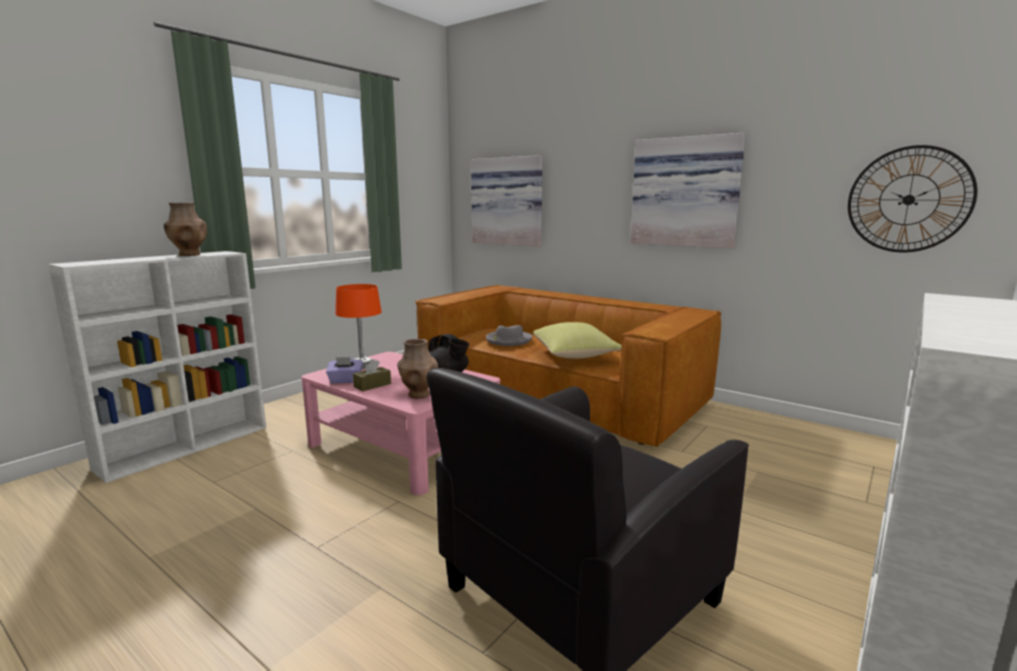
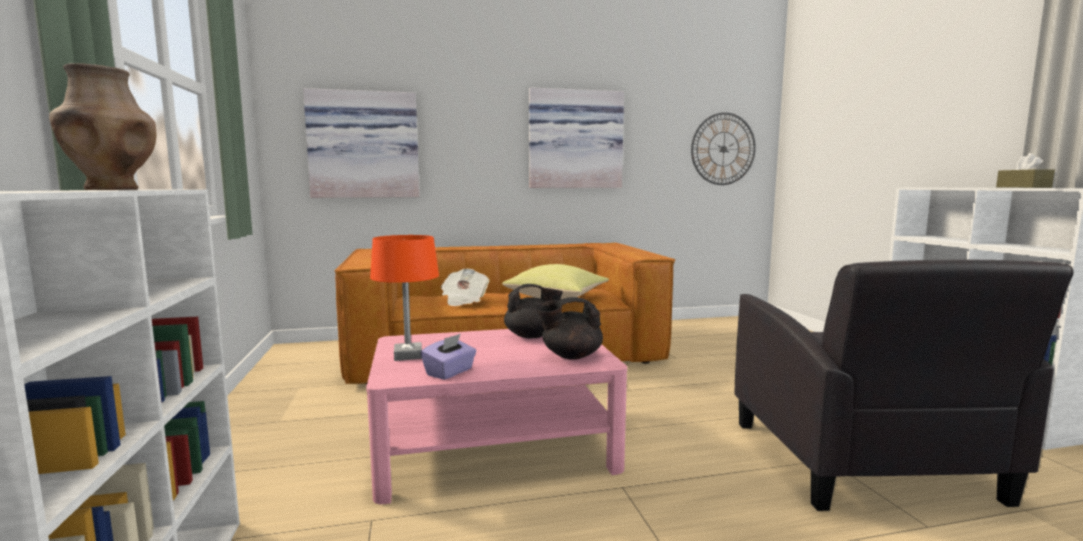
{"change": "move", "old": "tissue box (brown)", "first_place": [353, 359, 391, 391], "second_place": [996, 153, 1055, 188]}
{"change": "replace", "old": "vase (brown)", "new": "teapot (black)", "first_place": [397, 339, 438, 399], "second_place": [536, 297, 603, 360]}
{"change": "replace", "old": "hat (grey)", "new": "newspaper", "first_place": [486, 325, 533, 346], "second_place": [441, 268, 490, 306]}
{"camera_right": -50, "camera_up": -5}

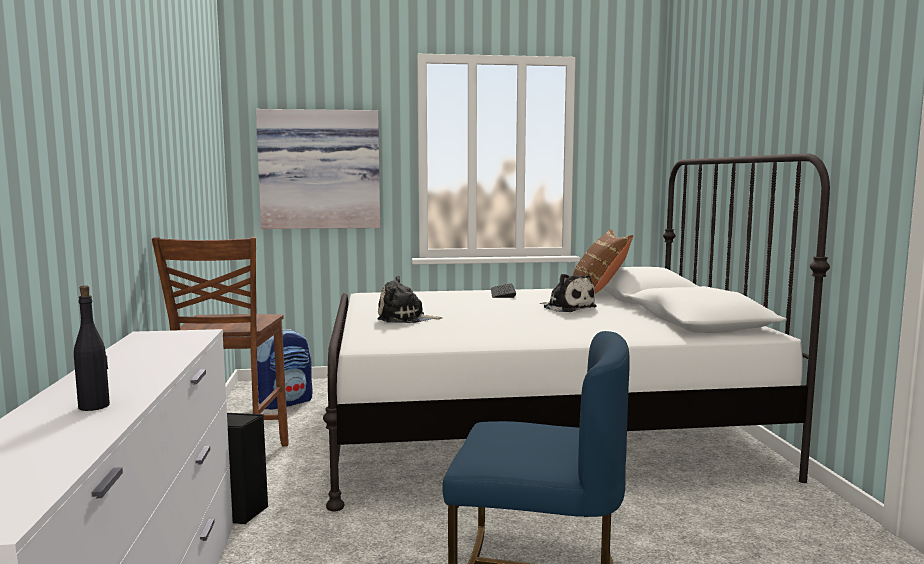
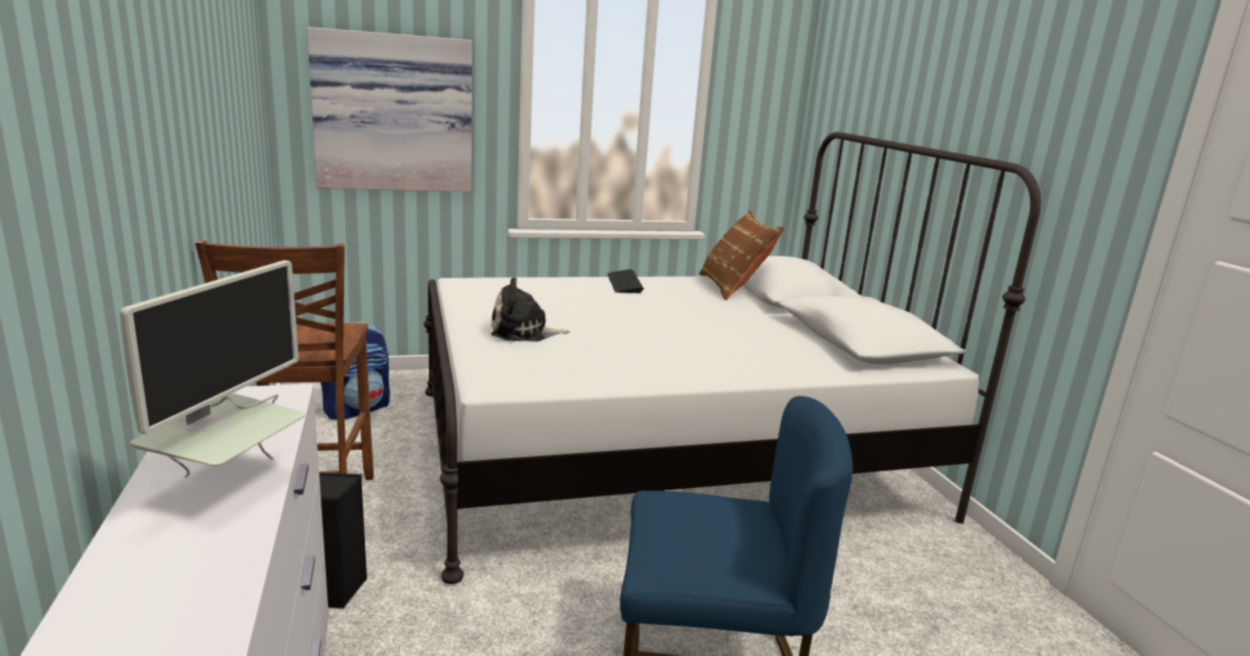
{"change": "delete", "old": "bottle (black)", "first_place": [74, 285, 110, 411]}
{"change": "delete", "old": "plush toy", "first_place": [540, 273, 597, 312]}
{"change": "insert", "new": "monitor", "second_place": [120, 260, 306, 477]}
{"camera_right": -10, "camera_up": 10}

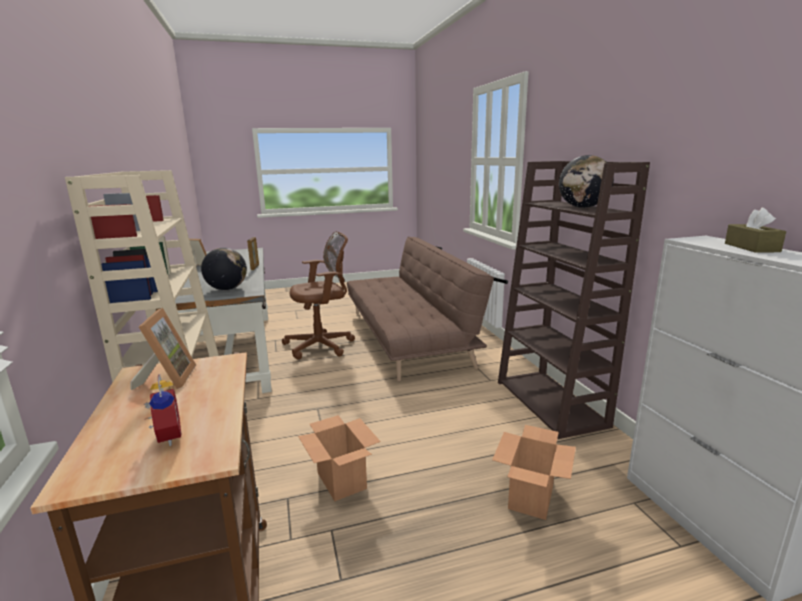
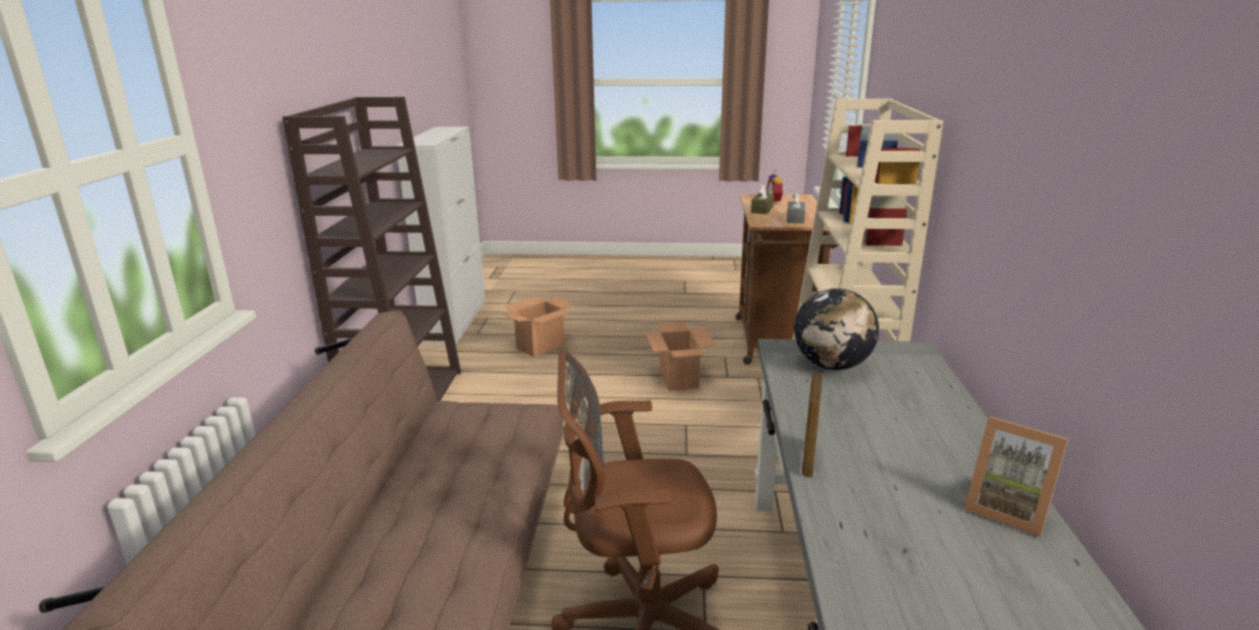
{"change": "delete", "old": "globe", "first_place": [559, 155, 614, 208]}
{"change": "move", "old": "tissue box (brown)", "first_place": [725, 207, 786, 253], "second_place": [751, 184, 774, 214]}
{"change": "replace", "old": "picture frame", "new": "tissue box (grey)", "first_place": [130, 308, 196, 390], "second_place": [787, 192, 805, 224]}
{"camera_right": -160, "camera_up": 5}

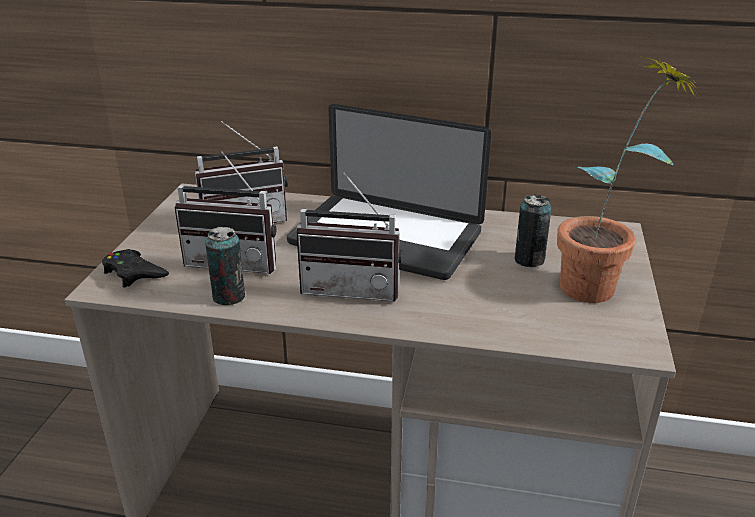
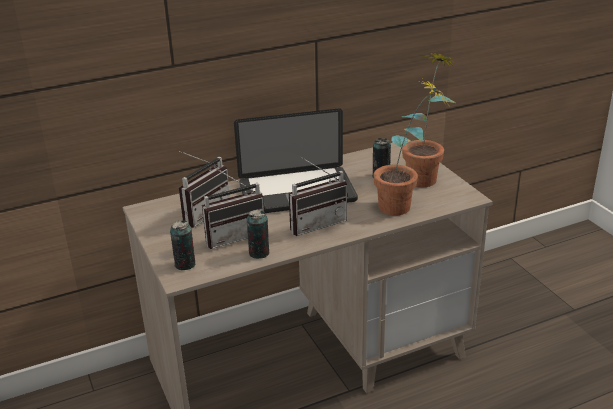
{"change": "insert", "new": "potted plant", "second_place": [373, 77, 448, 216]}
{"change": "replace", "old": "game controller (black)", "new": "can", "first_place": [102, 249, 169, 287], "second_place": [170, 220, 195, 270]}
{"camera_right": -35, "camera_up": 0}

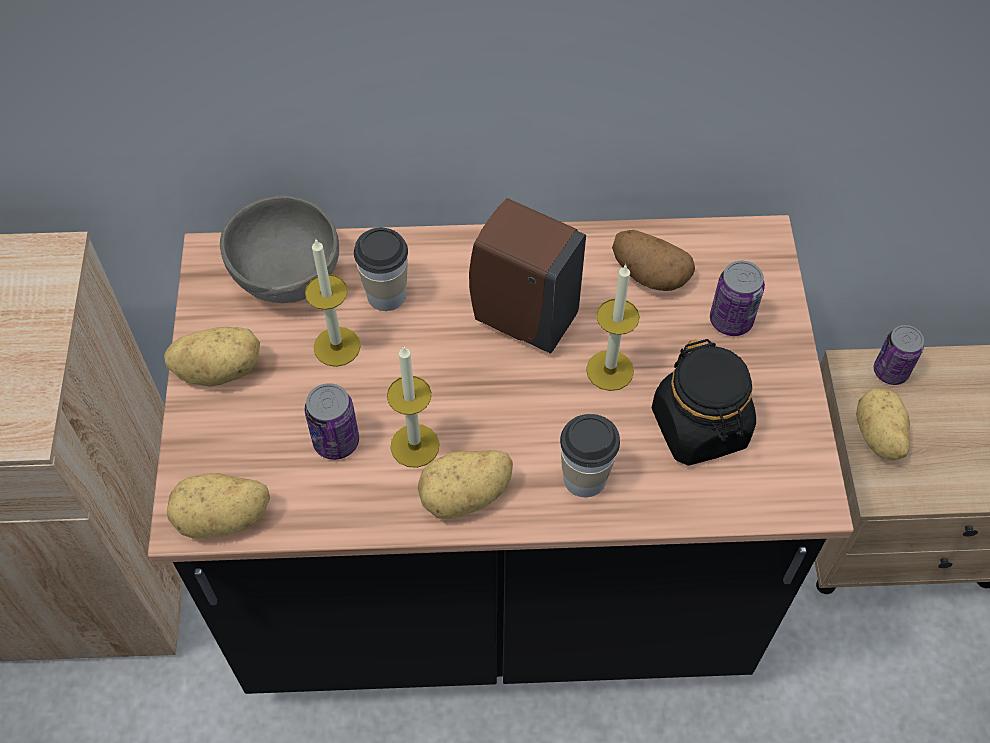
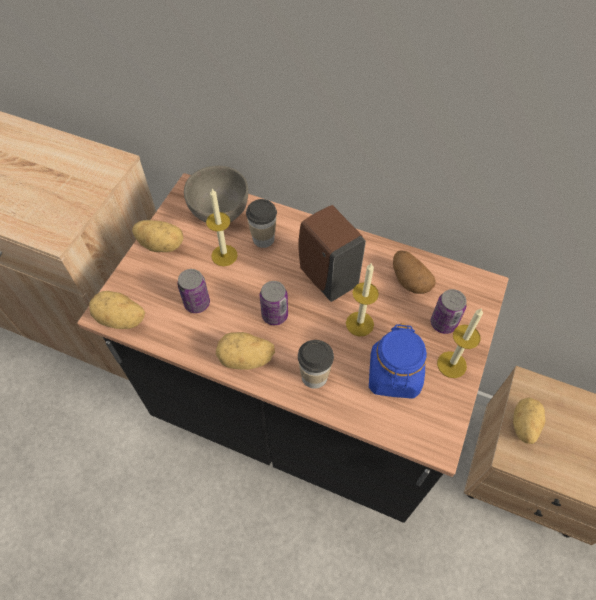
{"change": "move", "old": "candle", "first_place": [387, 346, 440, 468], "second_place": [437, 308, 483, 378]}
{"change": "move", "old": "can", "first_place": [874, 325, 924, 385], "second_place": [260, 281, 288, 325]}
{"change": "recolor", "old": "jar (black)", "new": "jar (blue)", "first_place": [652, 339, 756, 466], "second_place": [369, 323, 427, 399]}
{"camera_right": 25, "camera_up": 0}

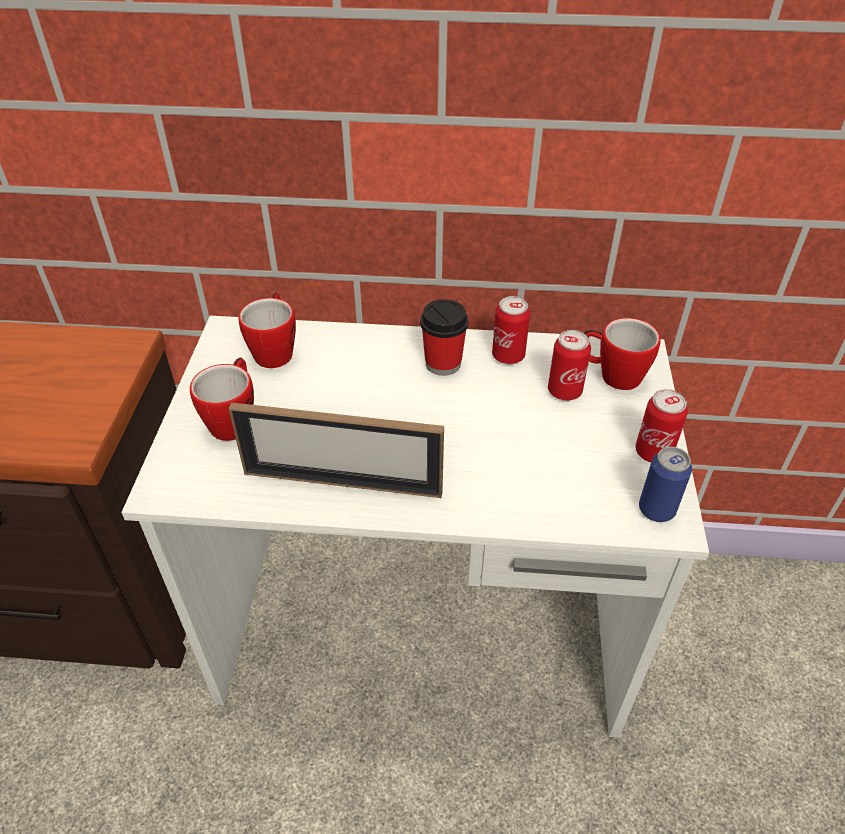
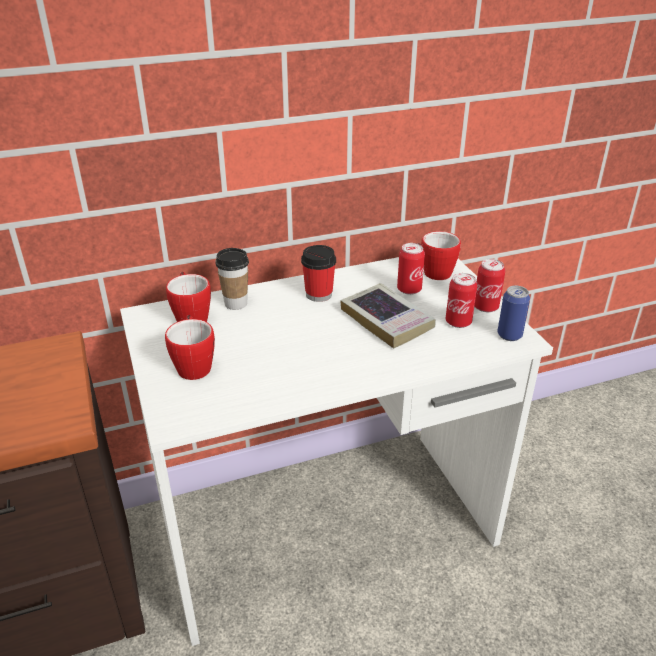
{"change": "delete", "old": "picture frame", "first_place": [228, 402, 444, 498]}
{"change": "insert", "new": "cup", "second_place": [216, 248, 249, 310]}
{"change": "insert", "new": "book", "second_place": [340, 283, 436, 349]}
{"change": "move", "old": "can", "first_place": [492, 296, 530, 364], "second_place": [445, 273, 477, 328]}
{"camera_right": -25, "camera_up": -10}

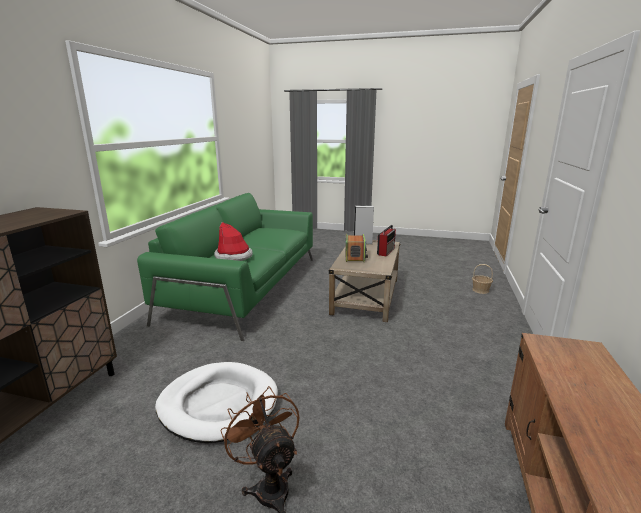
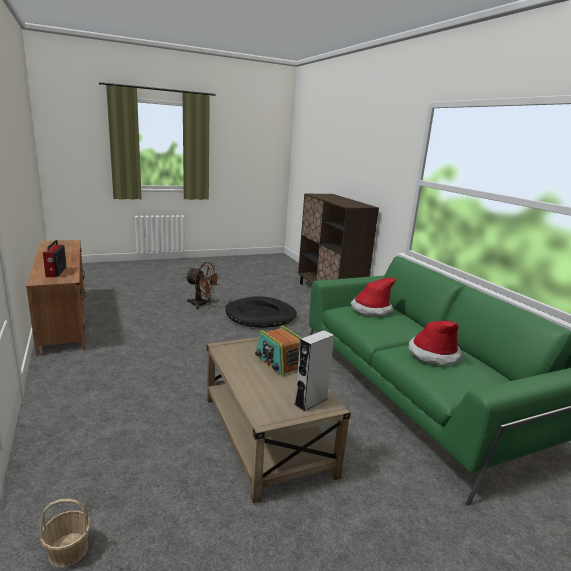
{"change": "insert", "new": "hat", "second_place": [408, 321, 461, 365]}
{"change": "move", "old": "radio", "first_place": [377, 225, 396, 256], "second_place": [43, 240, 67, 277]}
{"change": "recolor", "old": "dog bed (white)", "new": "dog bed (black)", "first_place": [155, 362, 278, 443], "second_place": [225, 296, 297, 328]}
{"camera_right": 140, "camera_up": 0}

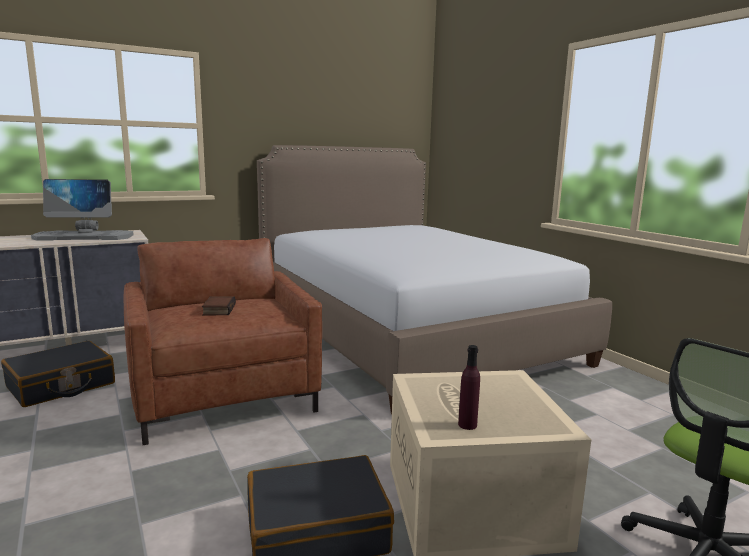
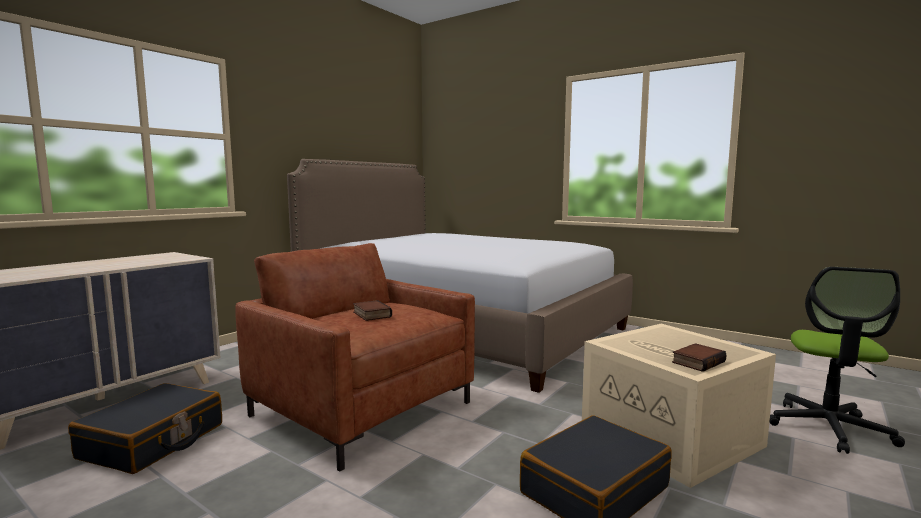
{"change": "delete", "old": "monitor", "first_place": [31, 179, 134, 241]}
{"change": "replace", "old": "bottle (purple)", "new": "book", "first_place": [458, 345, 480, 430], "second_place": [672, 343, 726, 372]}
{"camera_right": -25, "camera_up": -5}

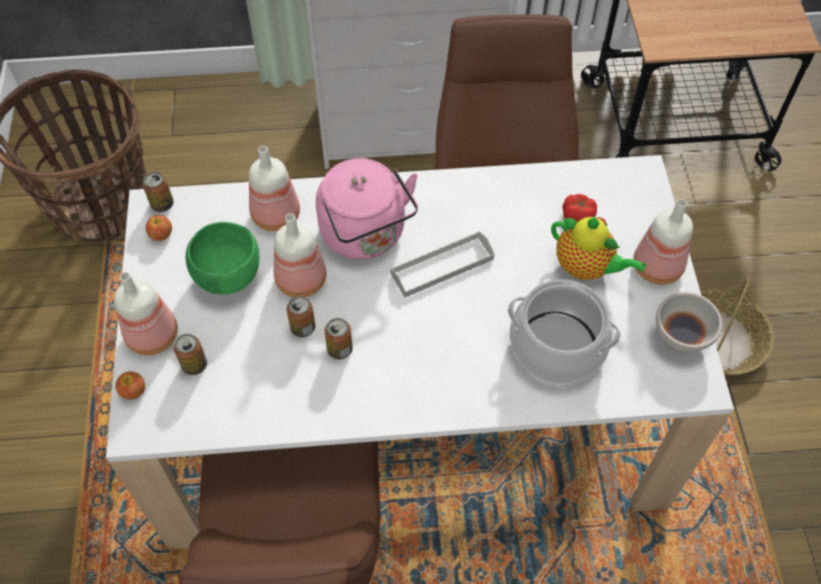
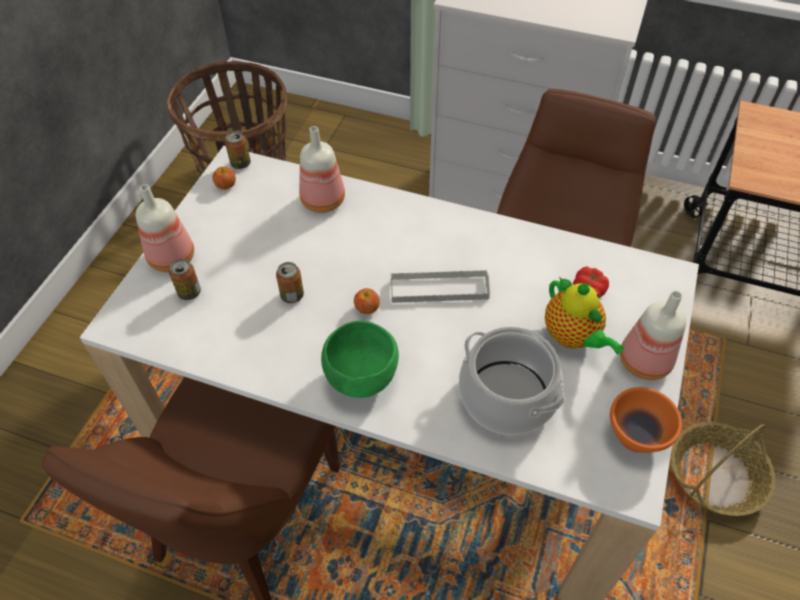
{"change": "delete", "old": "bottle", "first_place": [274, 213, 327, 297]}
{"change": "delete", "old": "kettle (pink)", "first_place": [316, 158, 418, 259]}
{"change": "delete", "old": "can", "first_place": [324, 318, 353, 359]}
{"change": "move", "old": "apple", "first_place": [115, 371, 145, 400], "second_place": [354, 288, 380, 314]}
{"change": "move", "old": "bowl (green)", "first_place": [186, 222, 259, 294], "second_place": [321, 321, 399, 398]}
{"change": "recolor", "old": "bowl (white)", "new": "bowl (orange)", "first_place": [656, 292, 722, 353], "second_place": [610, 387, 682, 453]}
{"camera_right": 25, "camera_up": -5}

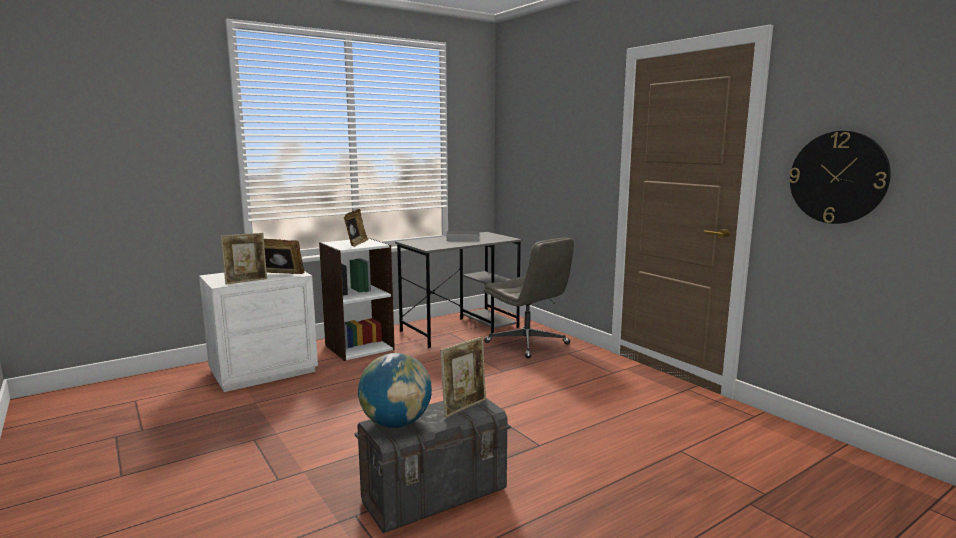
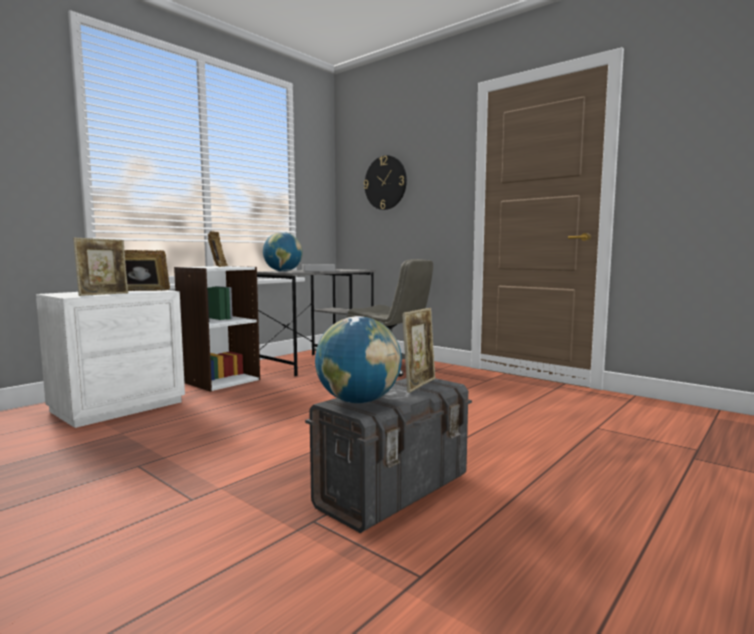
{"change": "insert", "new": "globe", "second_place": [263, 232, 303, 272]}
{"change": "move", "old": "wall clock", "first_place": [789, 131, 891, 224], "second_place": [364, 155, 407, 210]}
{"camera_right": -15, "camera_up": -5}

